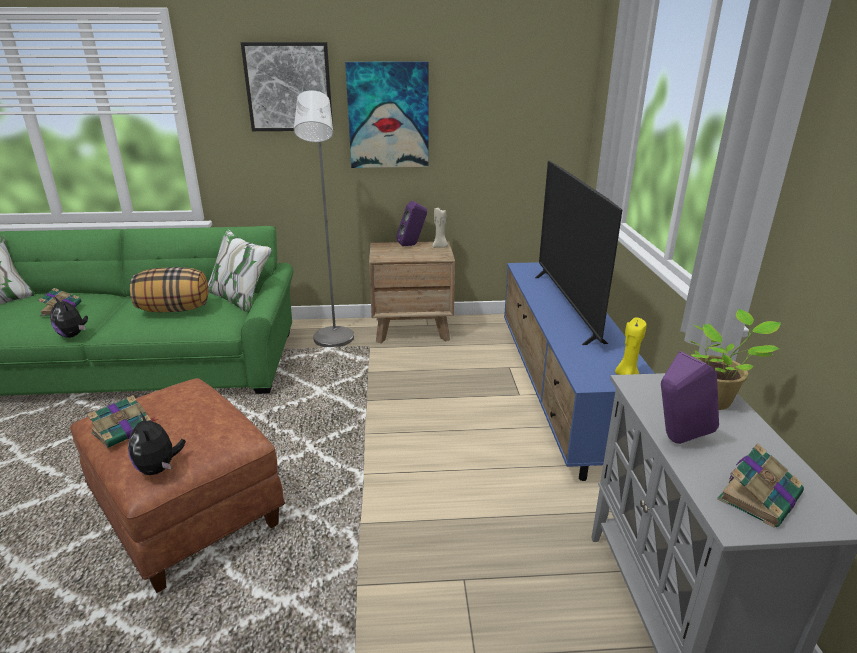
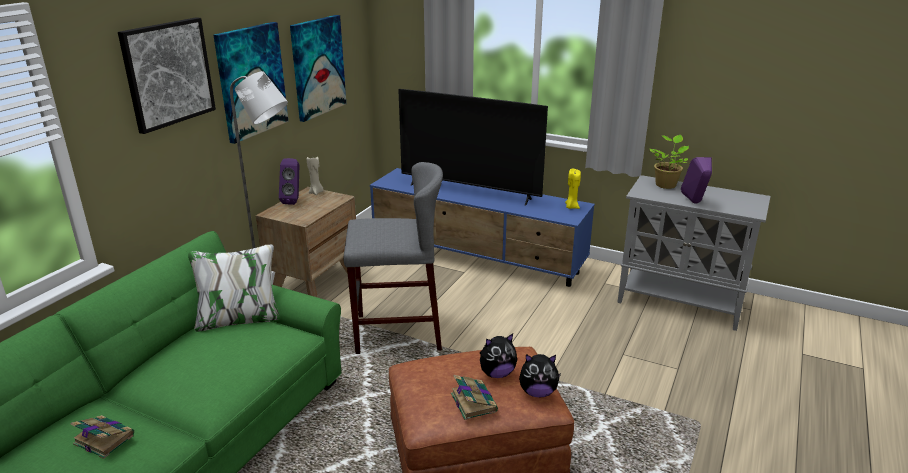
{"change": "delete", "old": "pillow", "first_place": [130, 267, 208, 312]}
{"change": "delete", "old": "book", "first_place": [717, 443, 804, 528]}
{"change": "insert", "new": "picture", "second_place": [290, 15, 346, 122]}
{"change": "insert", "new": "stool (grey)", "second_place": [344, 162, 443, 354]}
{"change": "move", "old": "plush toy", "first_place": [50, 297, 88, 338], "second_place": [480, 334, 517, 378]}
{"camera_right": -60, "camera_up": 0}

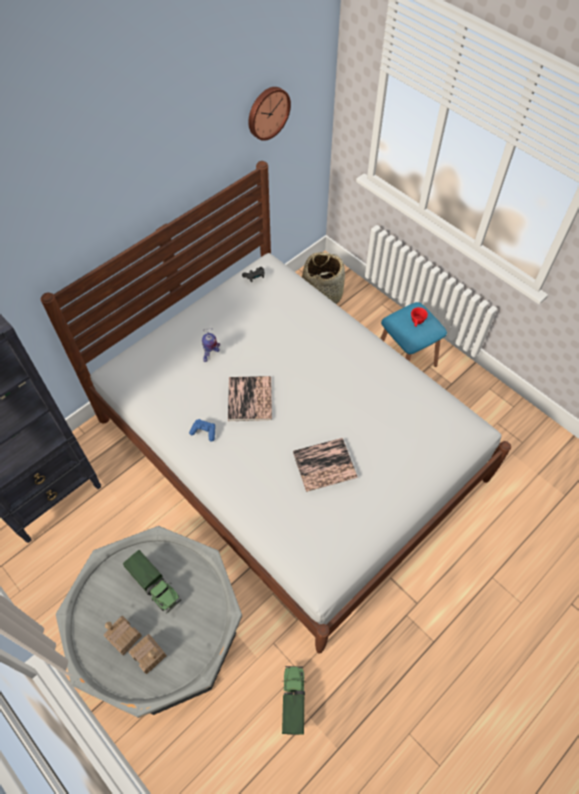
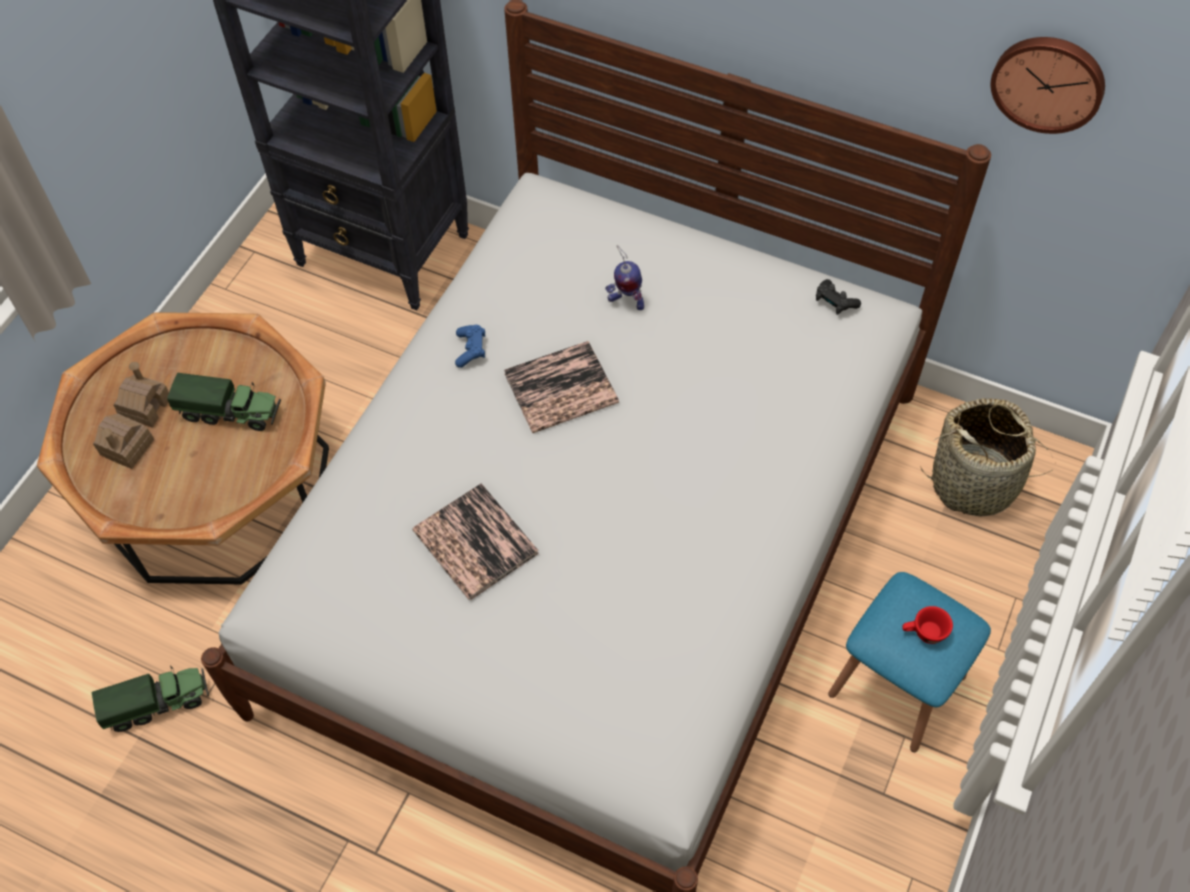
{"change": "recolor", "old": "coffee table (grey)", "new": "coffee table (brown)", "first_place": [56, 526, 242, 718], "second_place": [37, 312, 329, 584]}
{"change": "rotate", "old": "toy truck", "first_place": [123, 550, 181, 614], "second_place": [167, 373, 281, 431], "degrees": -105}
{"camera_right": 70, "camera_up": 0}

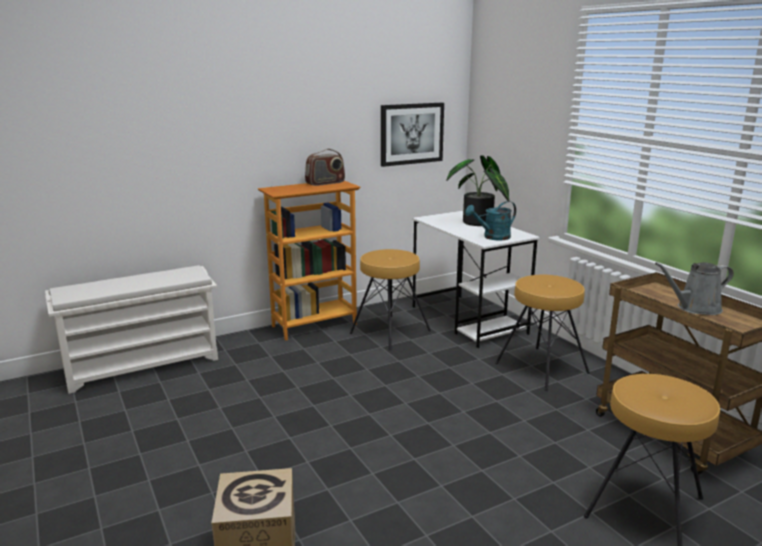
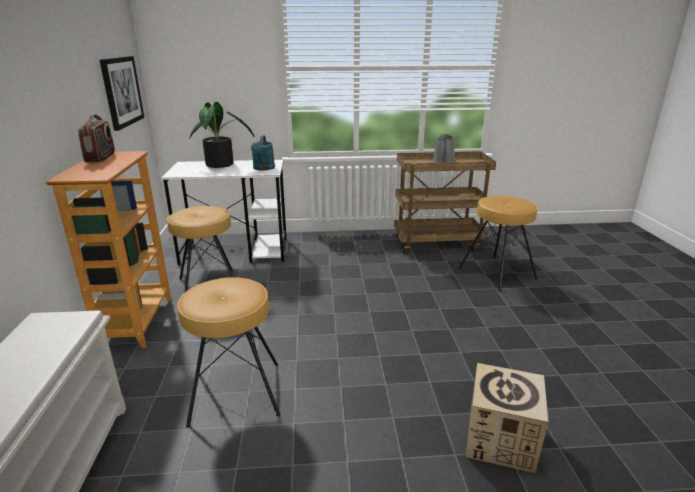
{"change": "move", "old": "stool (brown)", "first_place": [495, 275, 590, 391], "second_place": [177, 277, 280, 428]}
{"camera_right": -65, "camera_up": 5}

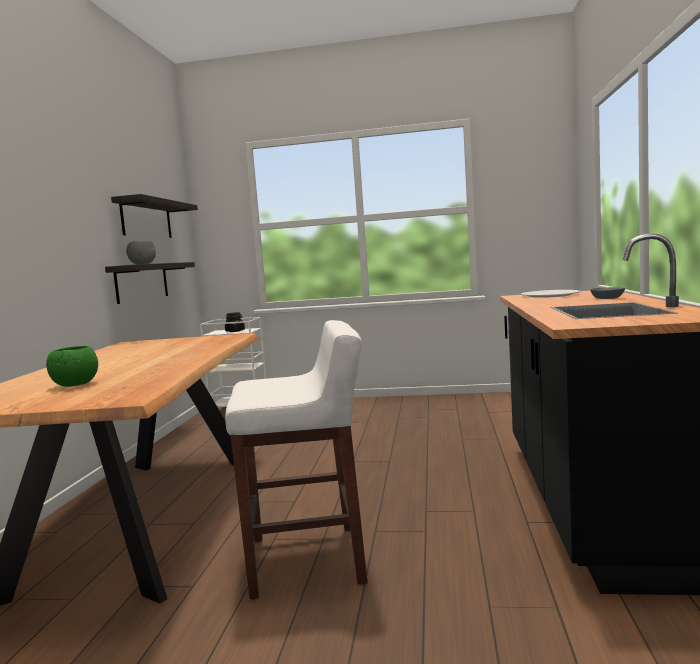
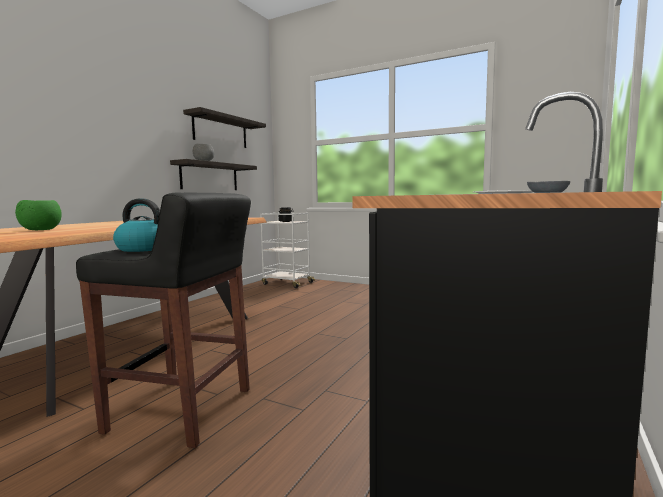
{"change": "insert", "new": "kettle", "second_place": [113, 199, 160, 252]}
{"change": "recolor", "old": "stool (white)", "new": "stool (black)", "first_place": [225, 320, 368, 599], "second_place": [76, 192, 251, 448]}
{"camera_right": 20, "camera_up": 0}

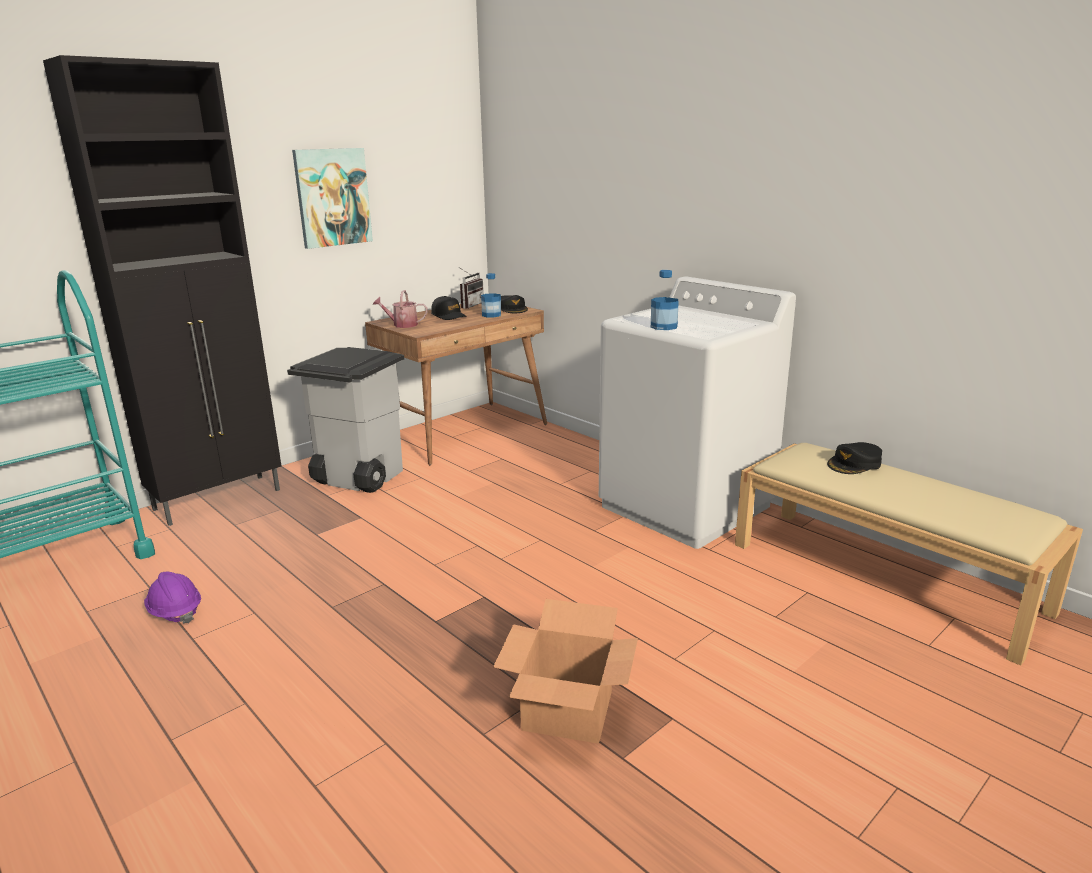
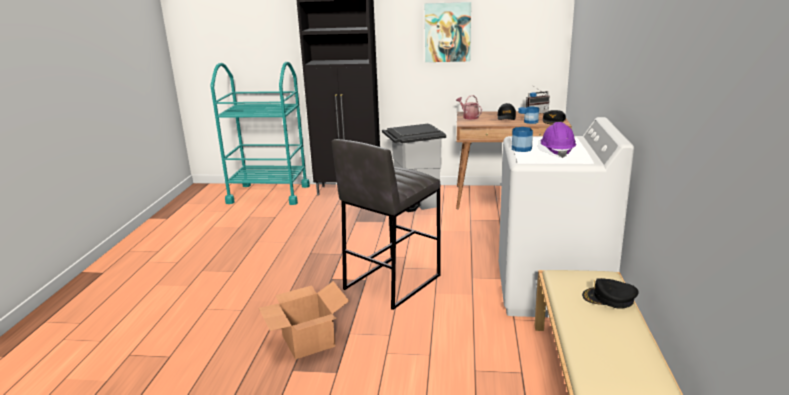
{"change": "insert", "new": "stool (grey)", "second_place": [332, 139, 441, 310]}
{"change": "move", "old": "hard hat (purple)", "first_place": [144, 572, 201, 624], "second_place": [541, 122, 576, 158]}
{"camera_right": 50, "camera_up": 0}

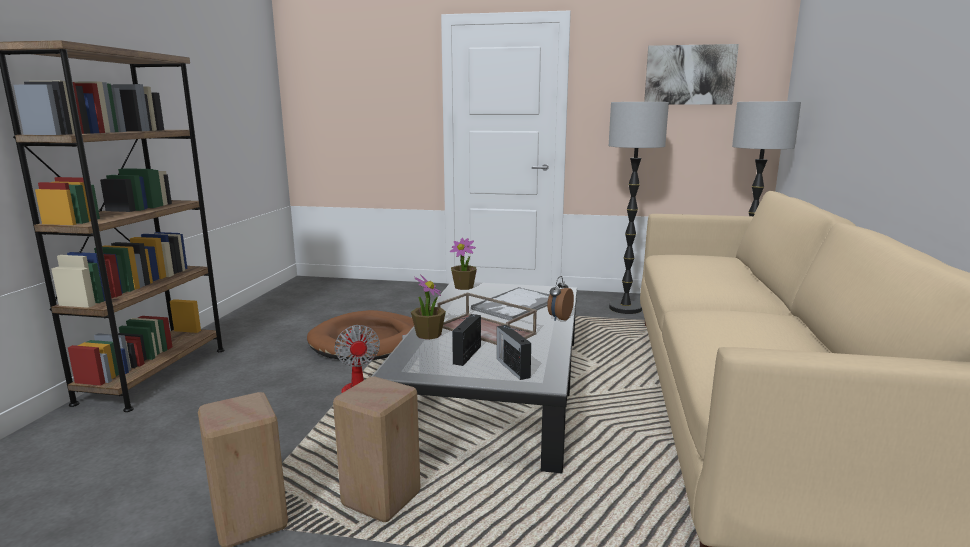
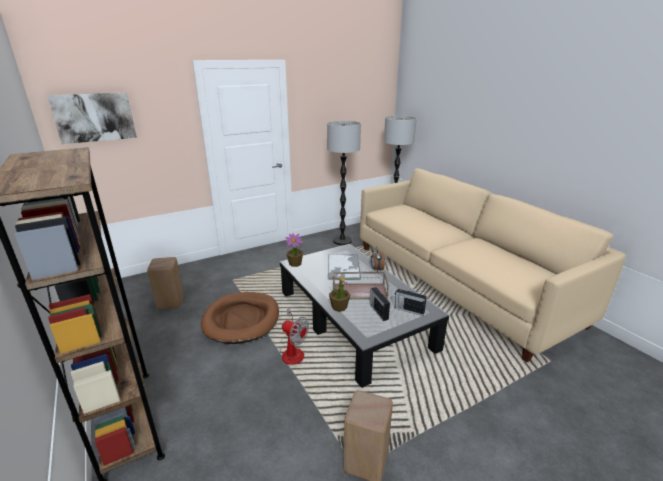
{"change": "move", "old": "stool (beige)", "first_place": [333, 377, 420, 522], "second_place": [147, 257, 184, 310]}
{"change": "move", "old": "picture", "first_place": [644, 44, 739, 105], "second_place": [47, 92, 137, 144]}
{"camera_right": -40, "camera_up": 10}

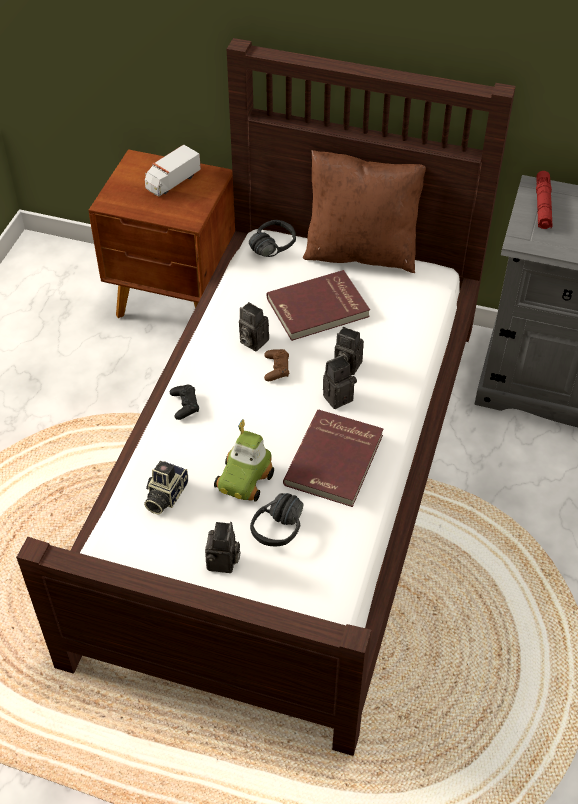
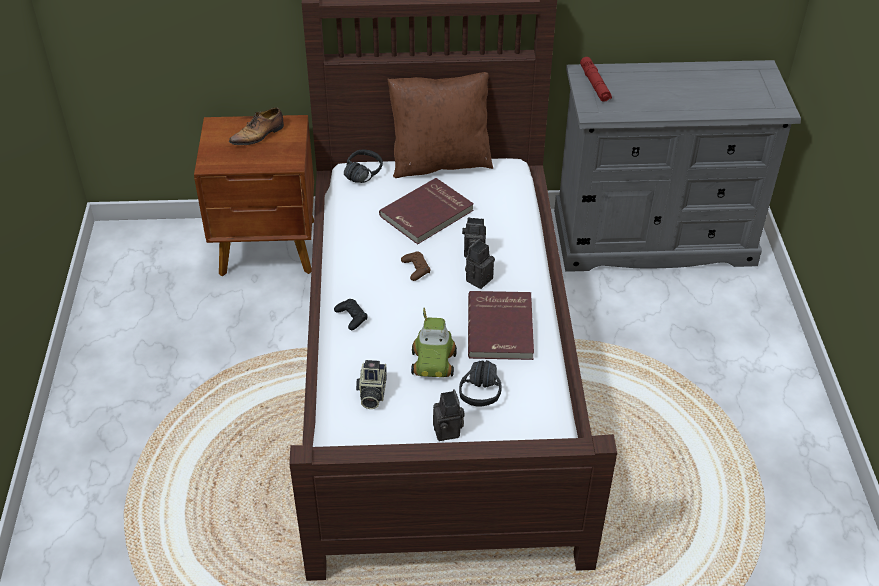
{"change": "delete", "old": "photo camera", "first_place": [239, 302, 269, 351]}
{"change": "replace", "old": "toy truck", "new": "shoe", "first_place": [145, 144, 201, 196], "second_place": [229, 107, 284, 145]}
{"camera_right": -20, "camera_up": -5}

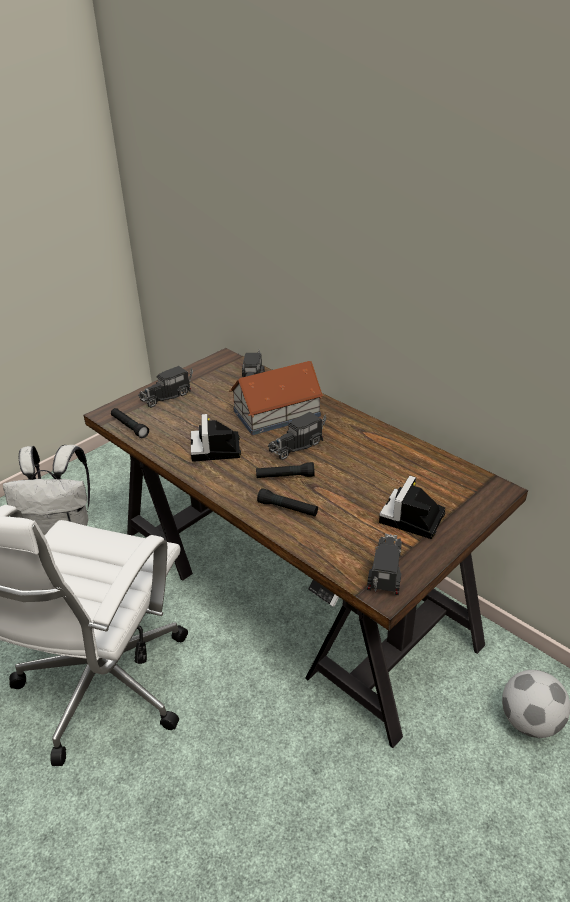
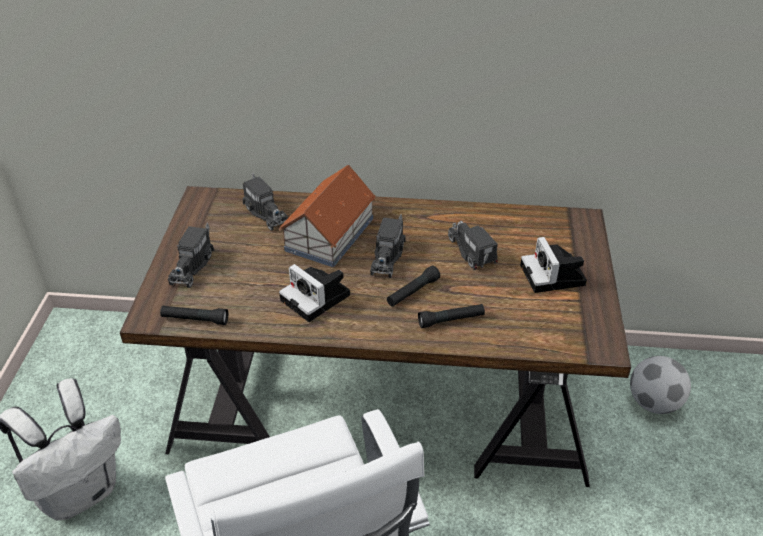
{"change": "move", "old": "toy truck", "first_place": [367, 534, 402, 595], "second_place": [448, 221, 498, 270]}
{"camera_right": -40, "camera_up": 5}

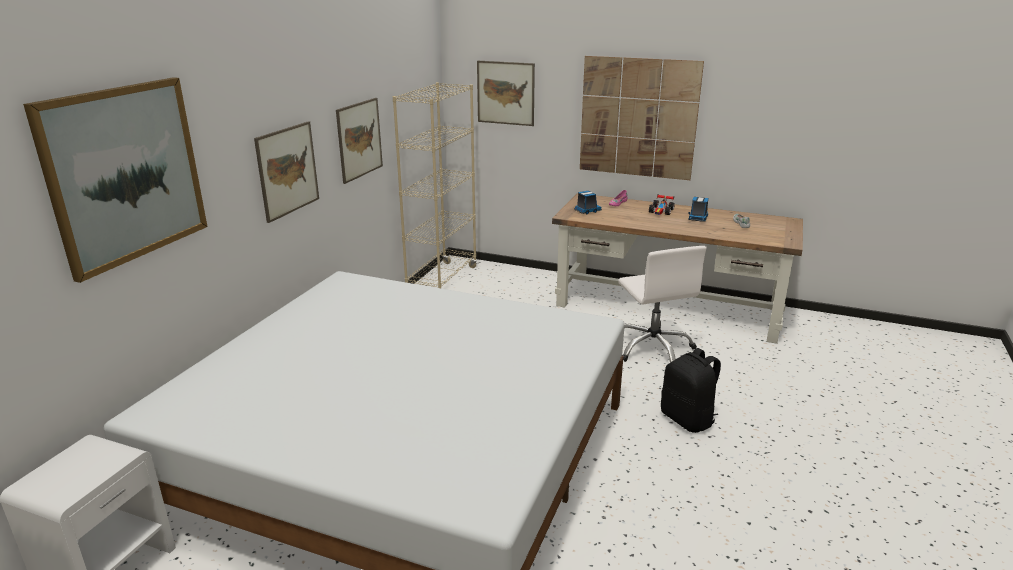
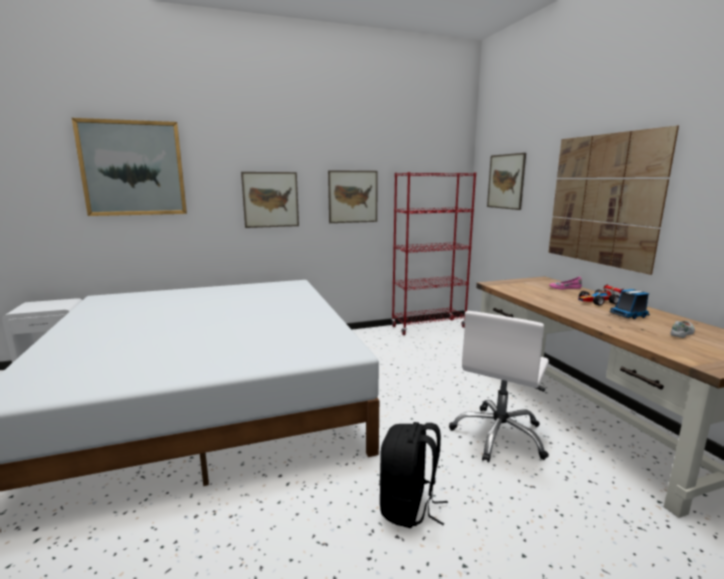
{"change": "delete", "old": "toy truck", "first_place": [574, 191, 602, 214]}
{"change": "recolor", "old": "bookcase (beige)", "new": "bookcase (red)", "first_place": [393, 82, 477, 288], "second_place": [391, 172, 476, 335]}
{"camera_right": 50, "camera_up": -10}

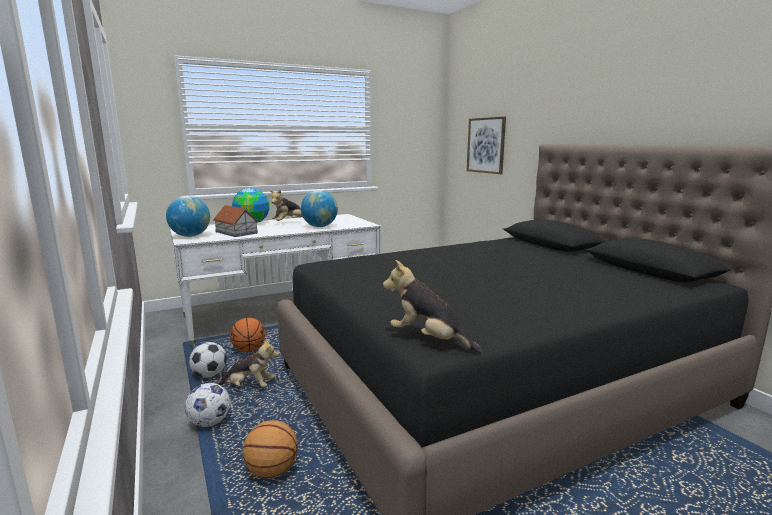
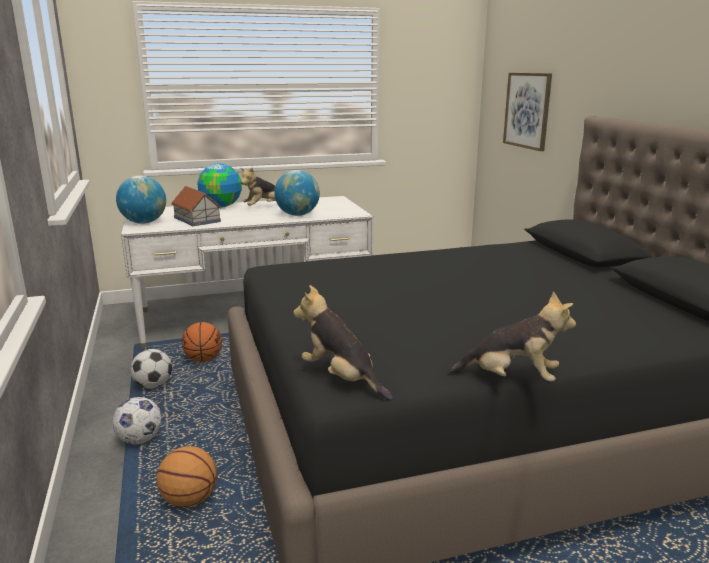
{"change": "move", "old": "plush toy", "first_place": [217, 338, 279, 387], "second_place": [448, 291, 576, 381]}
{"camera_right": 10, "camera_up": 5}

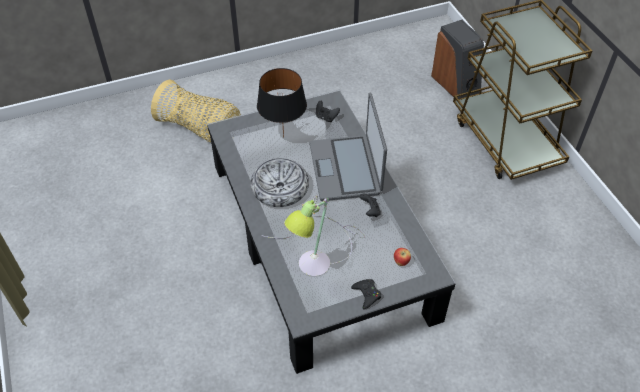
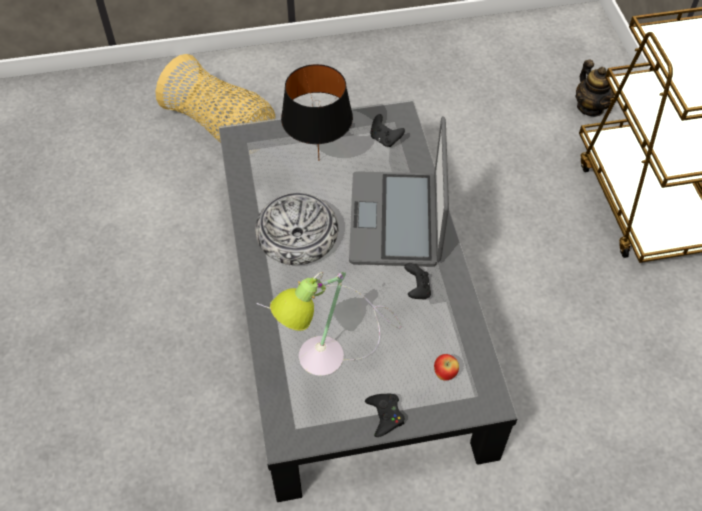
{"change": "replace", "old": "speaker", "new": "teapot", "first_place": [431, 20, 484, 99], "second_place": [575, 60, 614, 117]}
{"camera_right": 10, "camera_up": 5}

